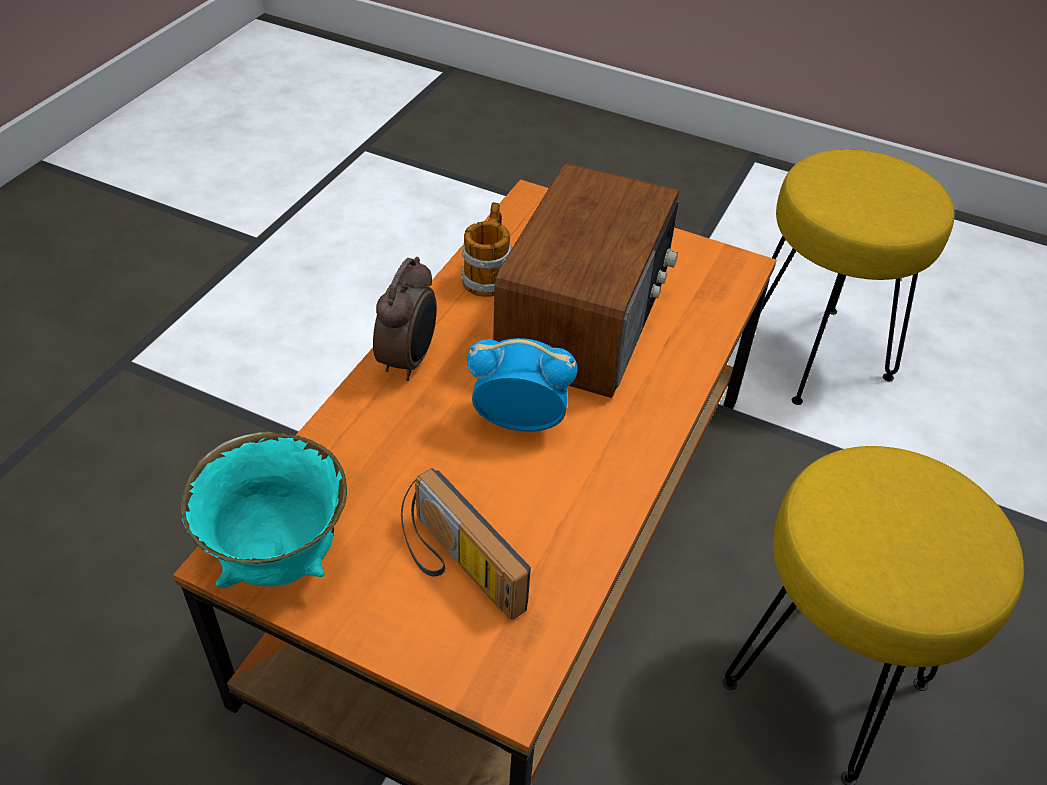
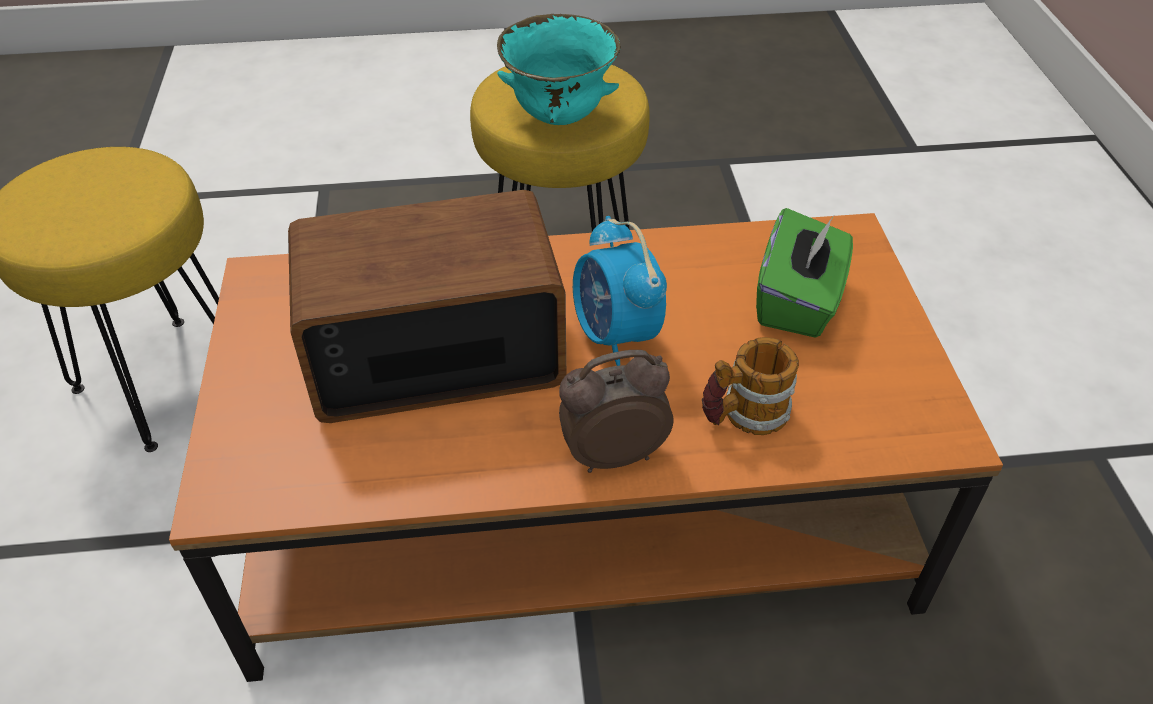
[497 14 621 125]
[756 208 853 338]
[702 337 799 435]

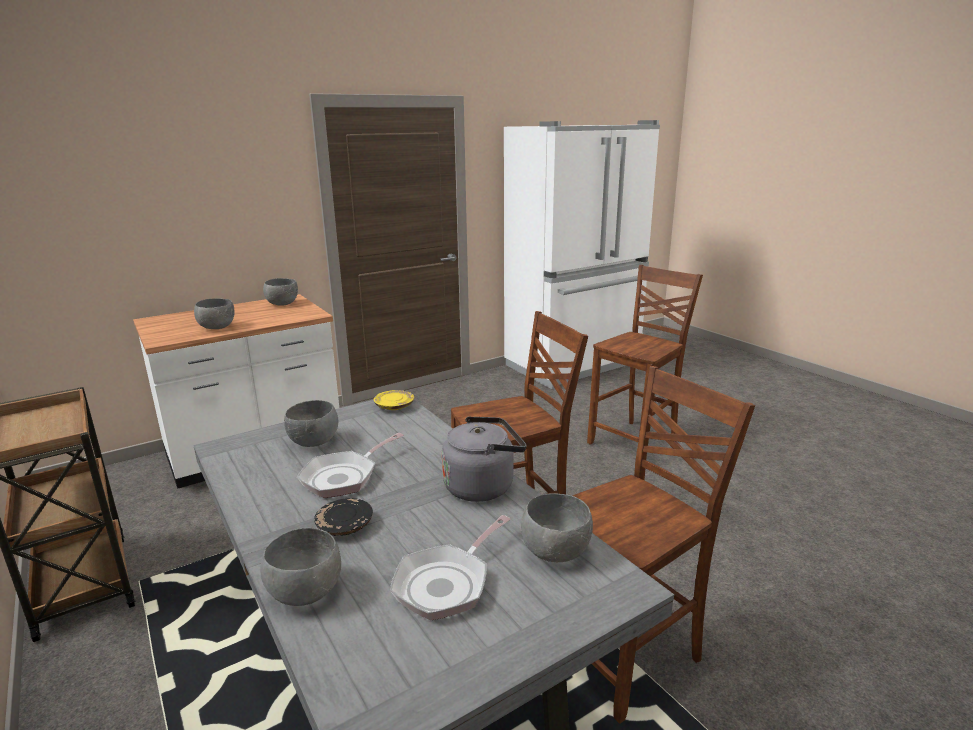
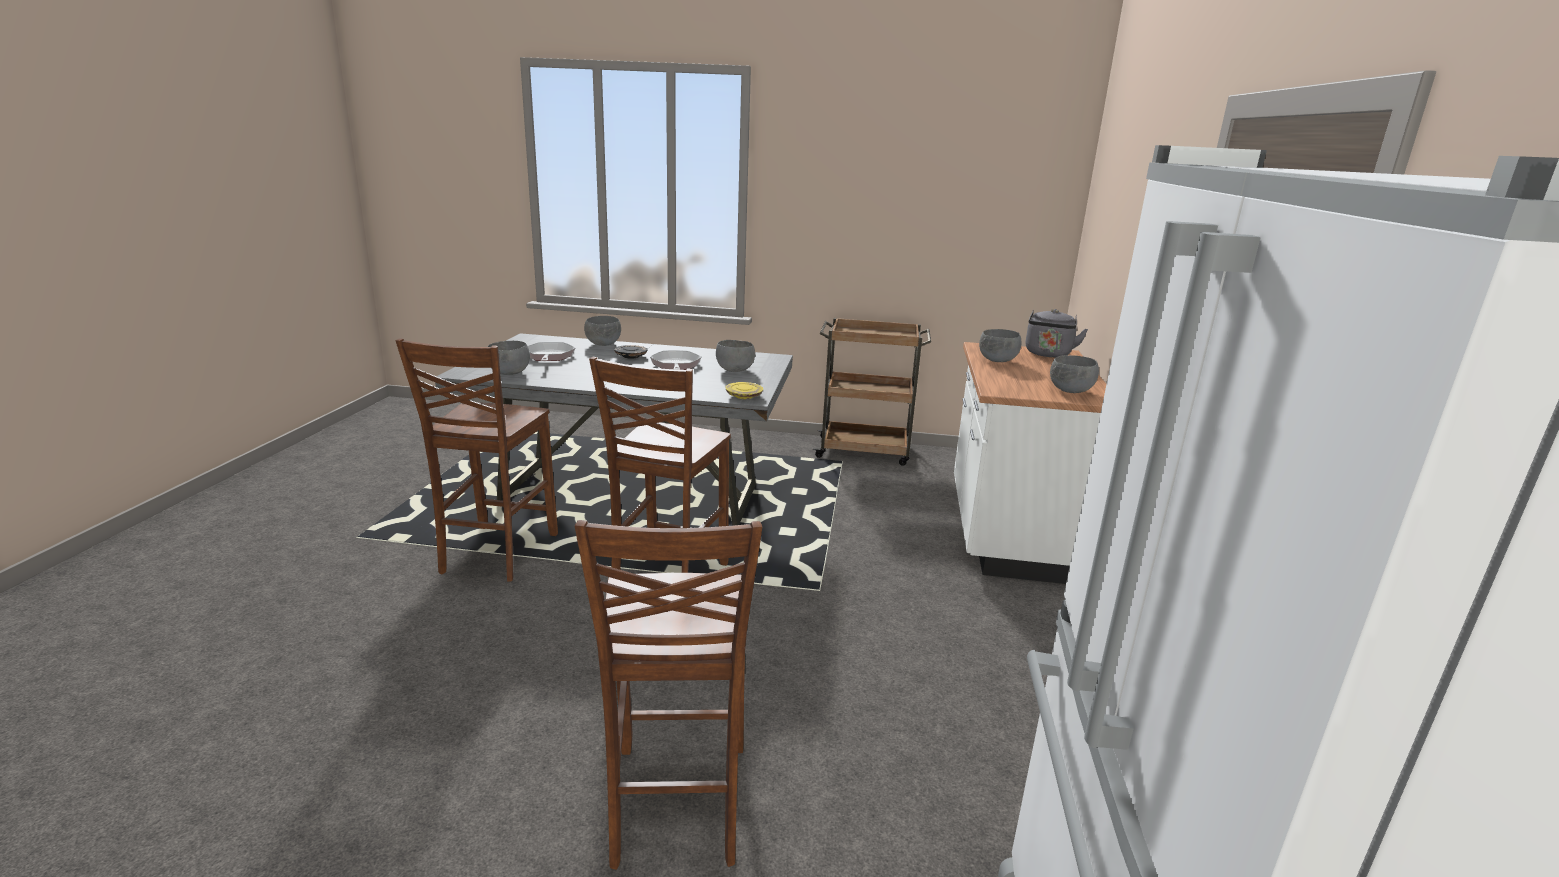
[1025 309 1088 357]

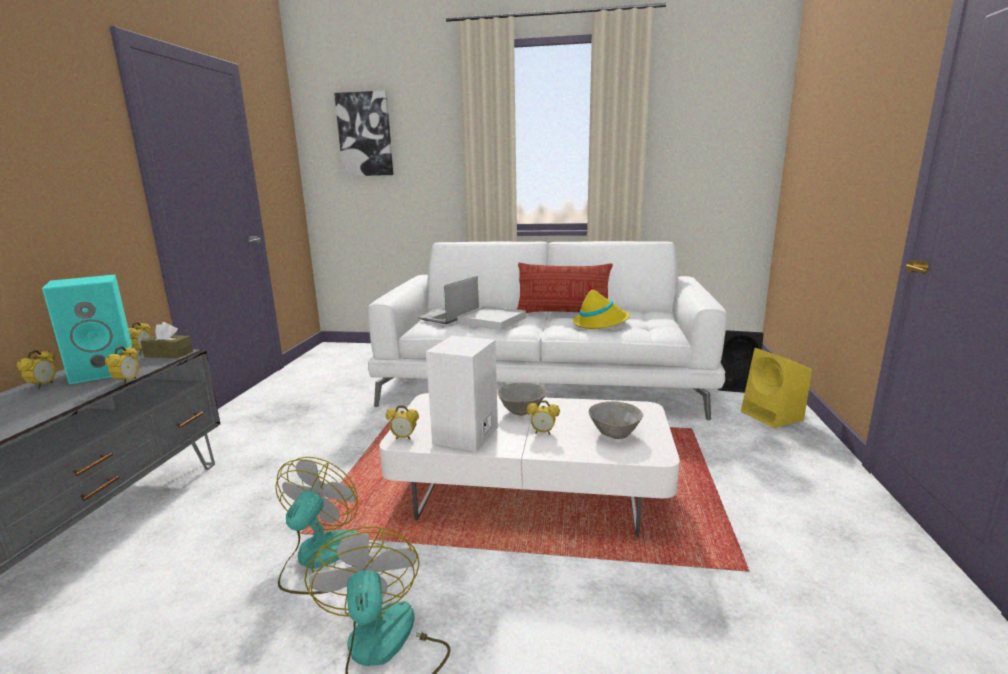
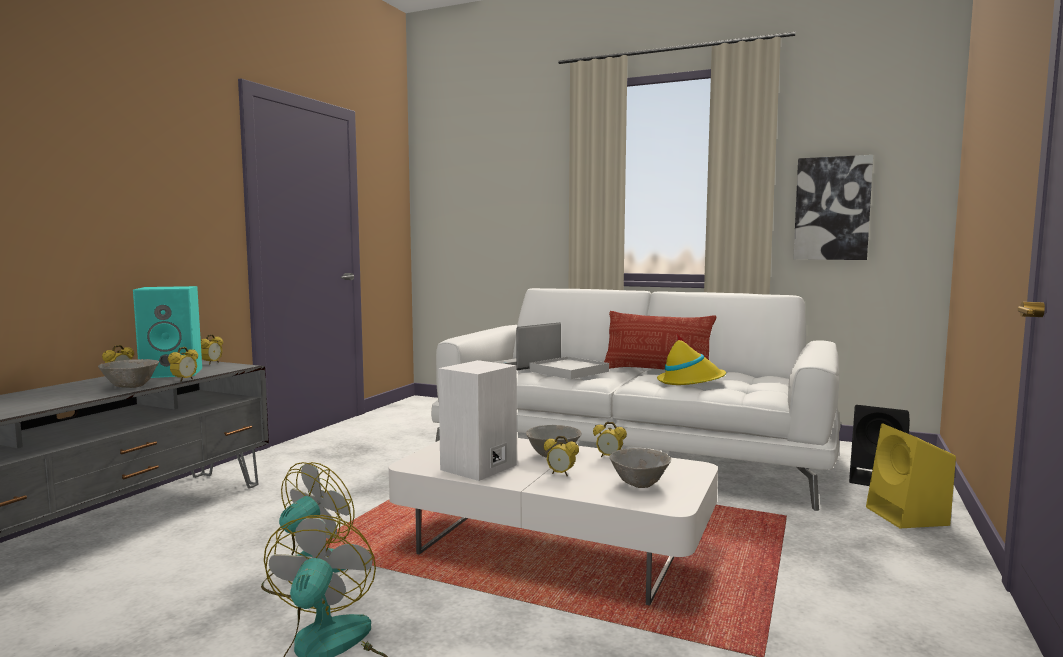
[141 322 193 358] (first image)
[793 155 873 260]
[593 422 627 457]
[98 359 159 388]

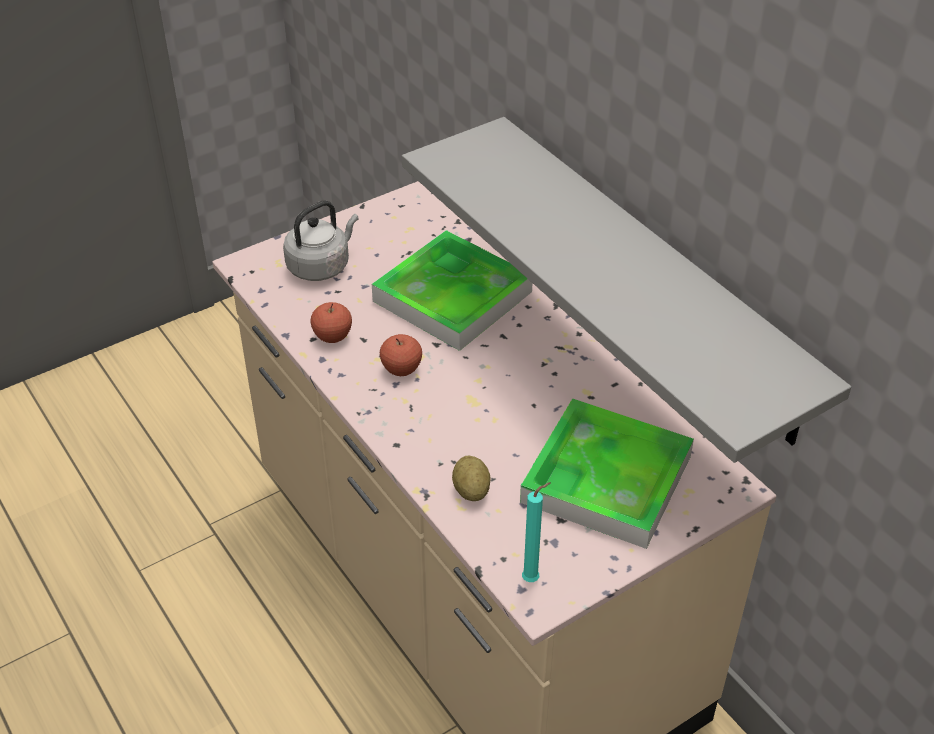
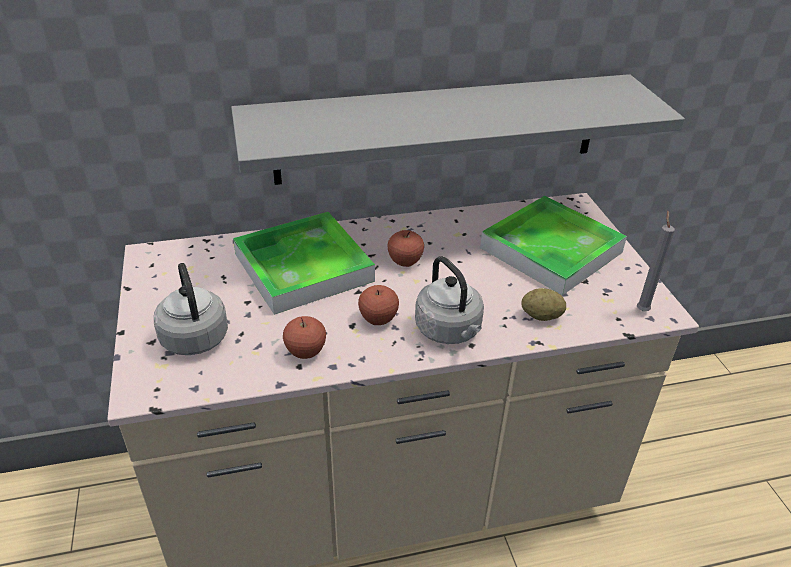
[637 211 675 311]
[387 230 424 267]
[415 256 484 344]

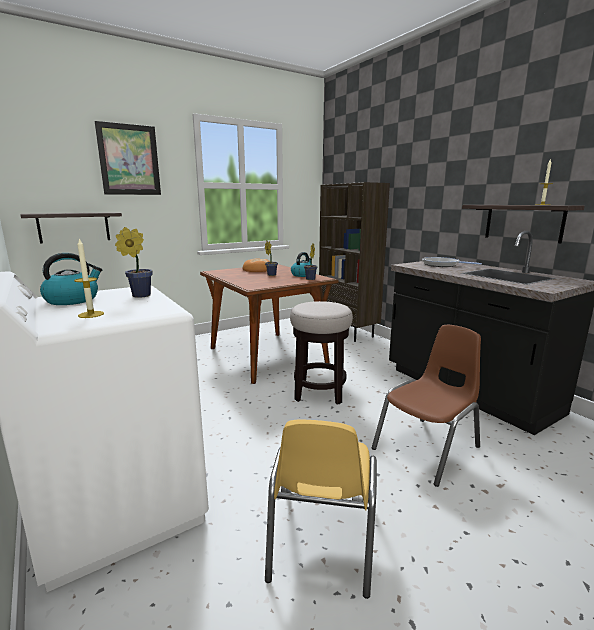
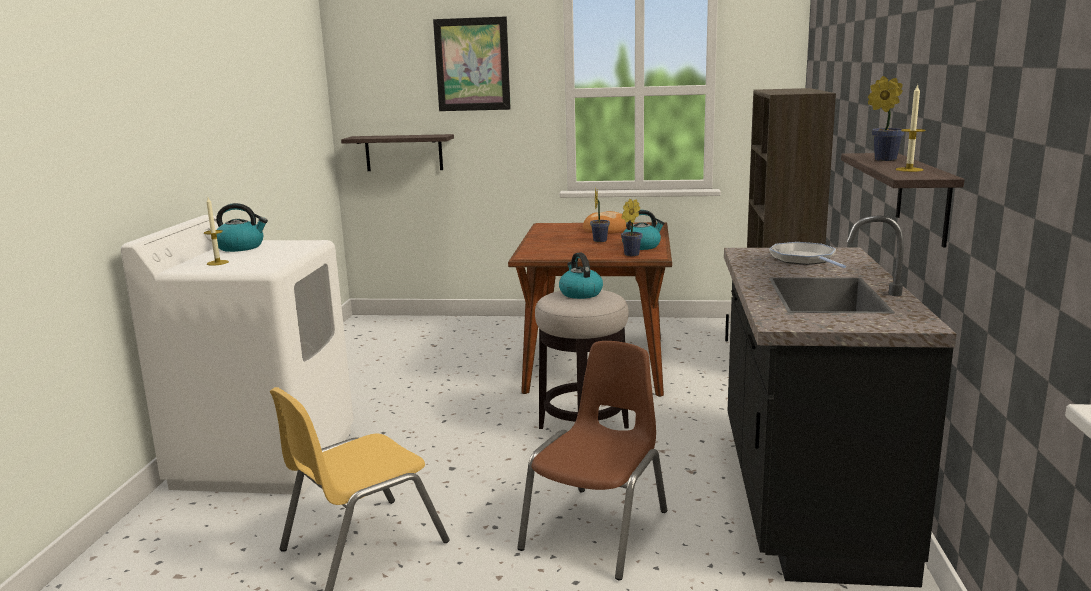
[868 76 904 161]
[517 341 667 580]
[559 252 603 299]

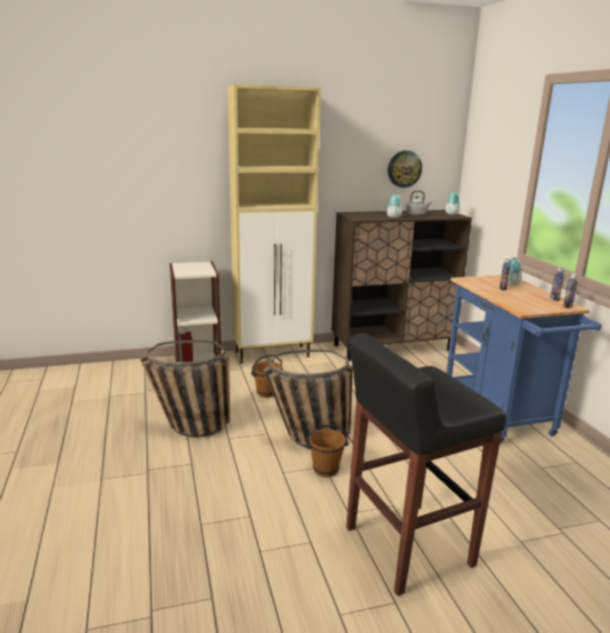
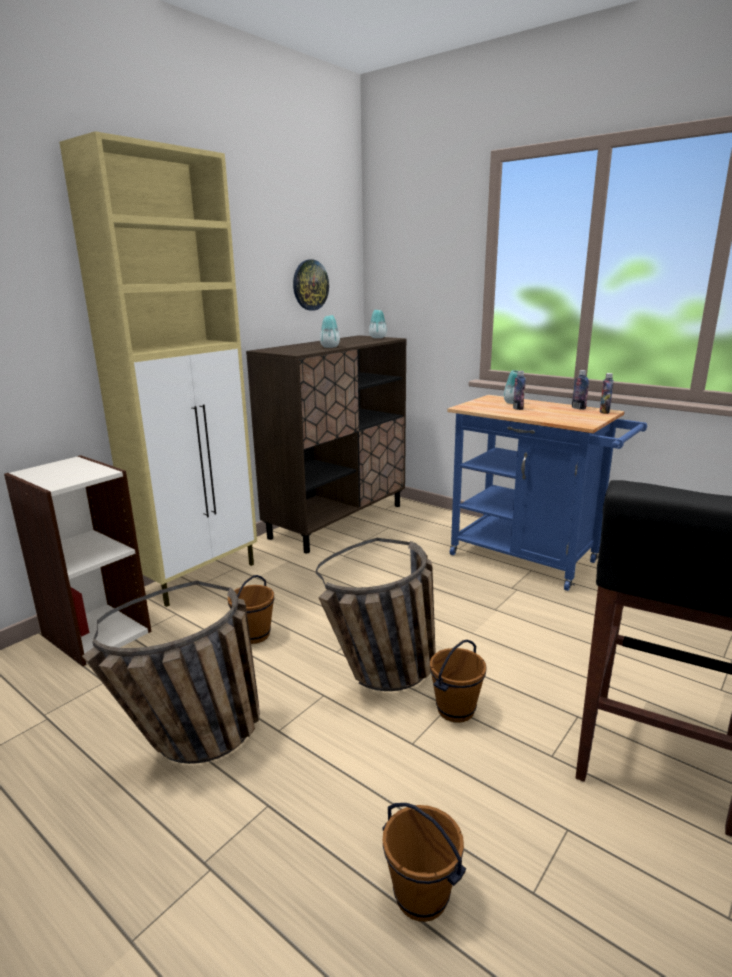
[406 190 432 216] (first image)
[382 803 466 922]

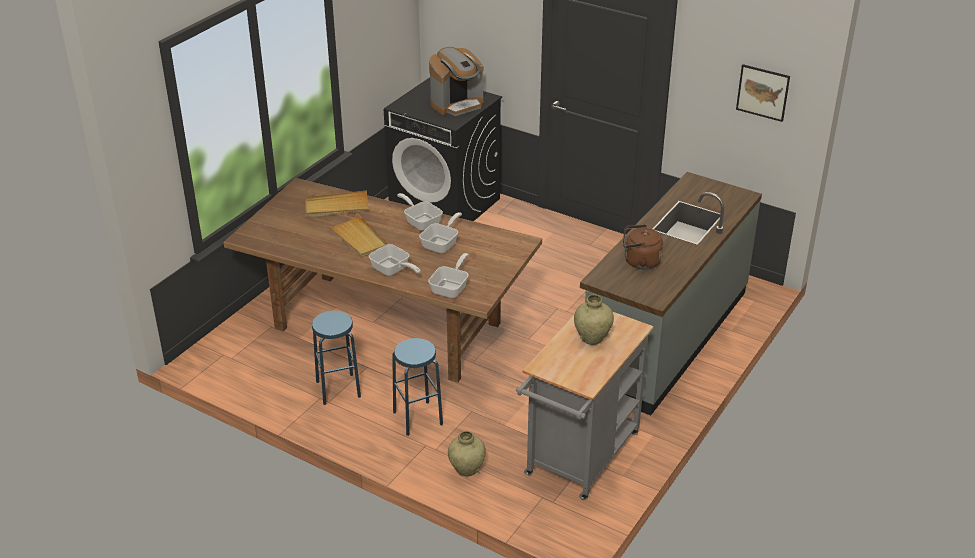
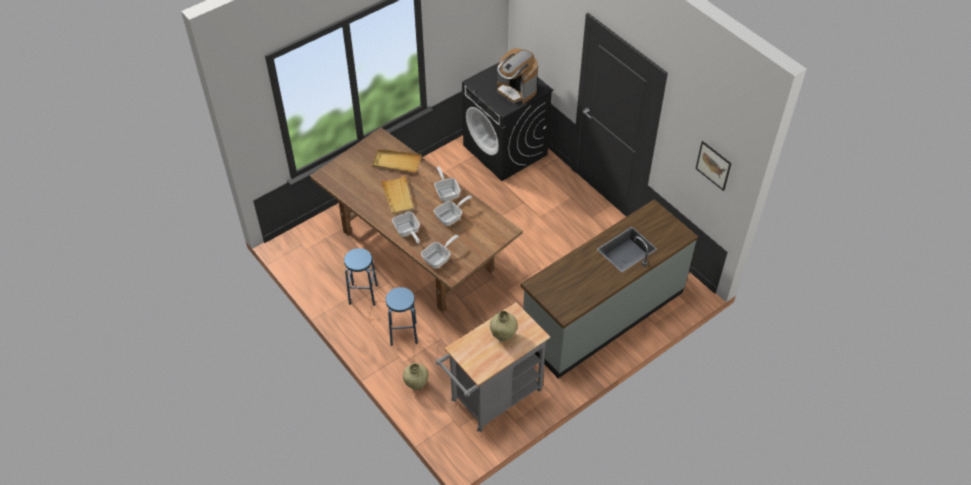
[497 48 538 104]
[623 224 663 269] (first image)

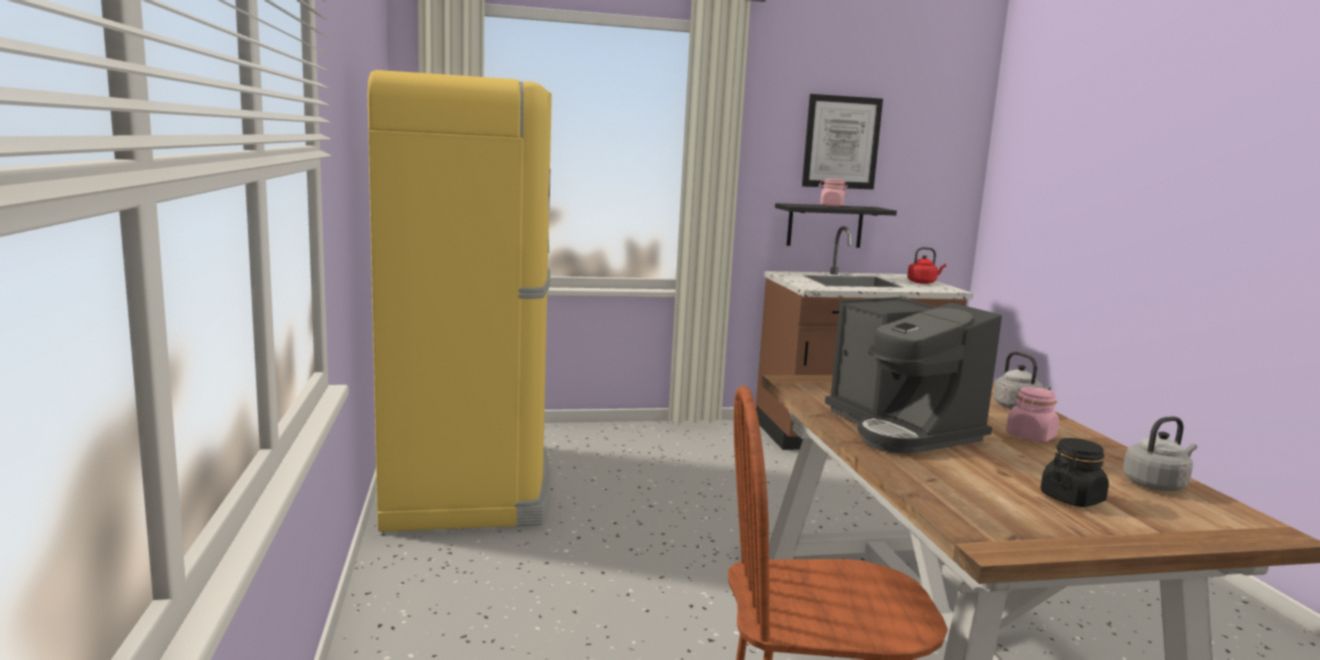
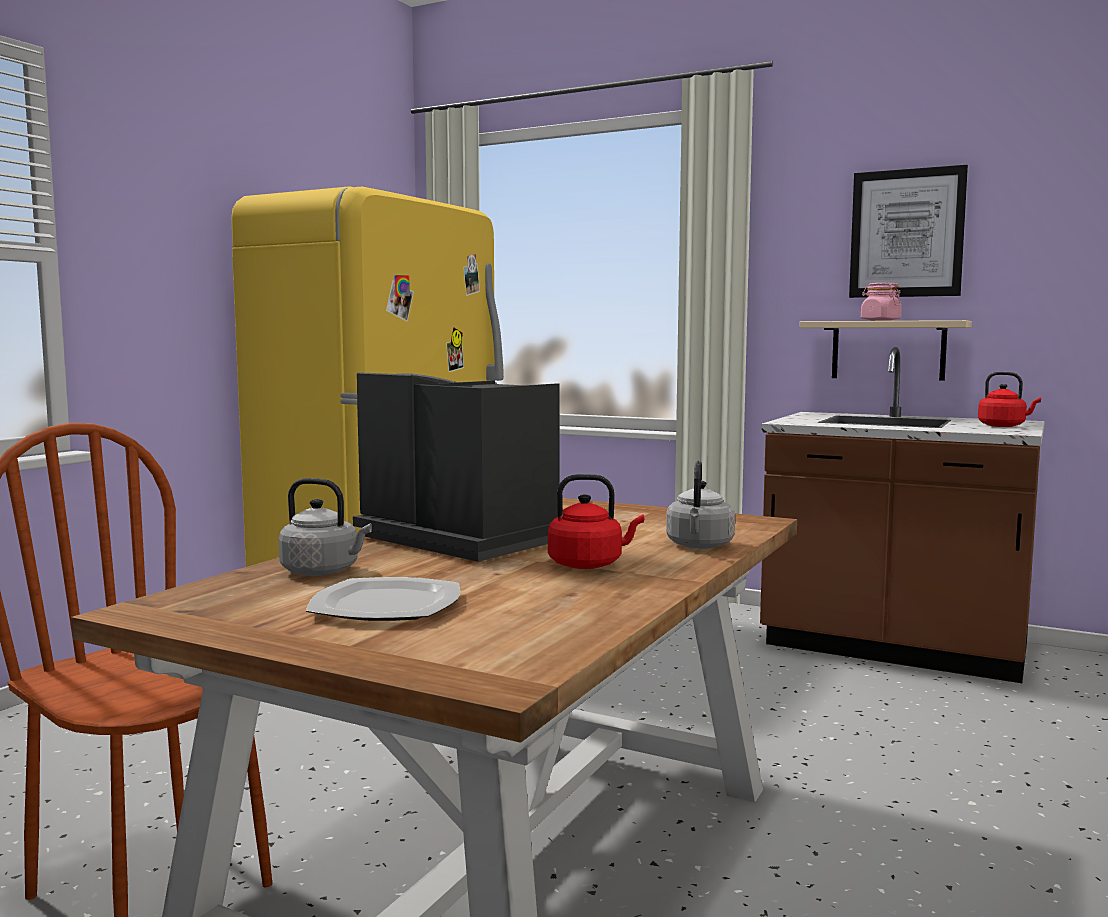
[799 320 972 381]
[353 372 560 562]
[548 474 644 569]
[306 577 460 621]
[279 478 372 576]

